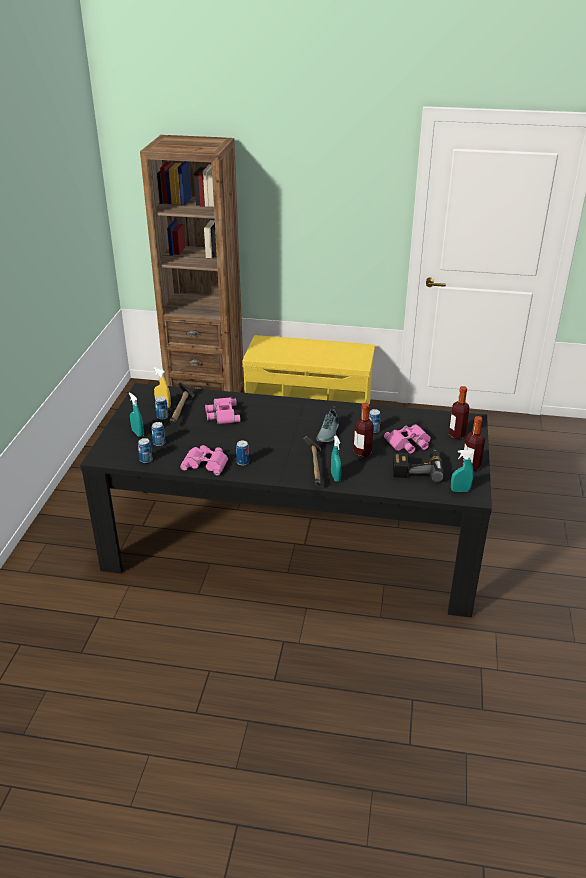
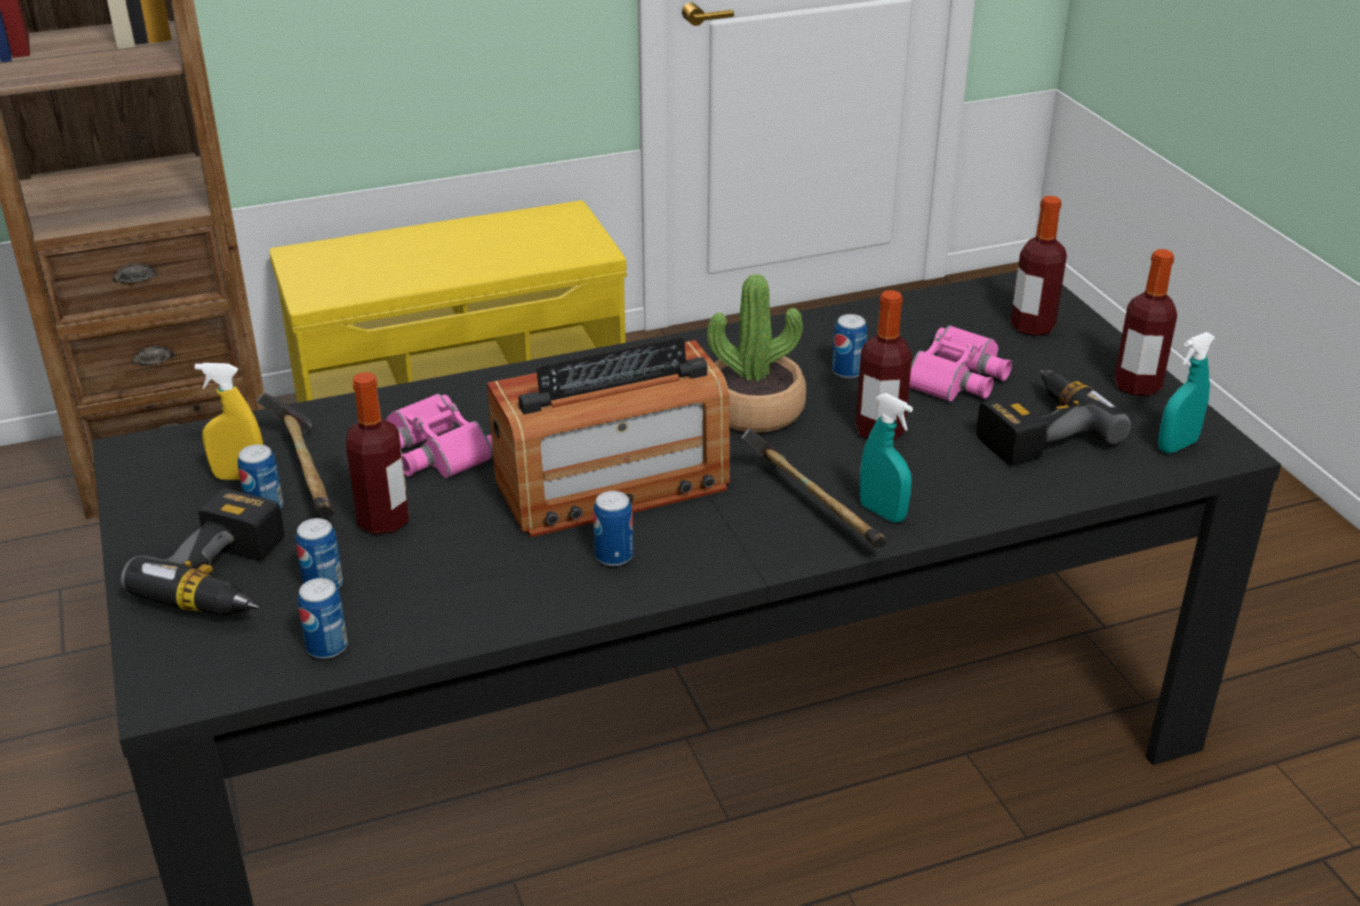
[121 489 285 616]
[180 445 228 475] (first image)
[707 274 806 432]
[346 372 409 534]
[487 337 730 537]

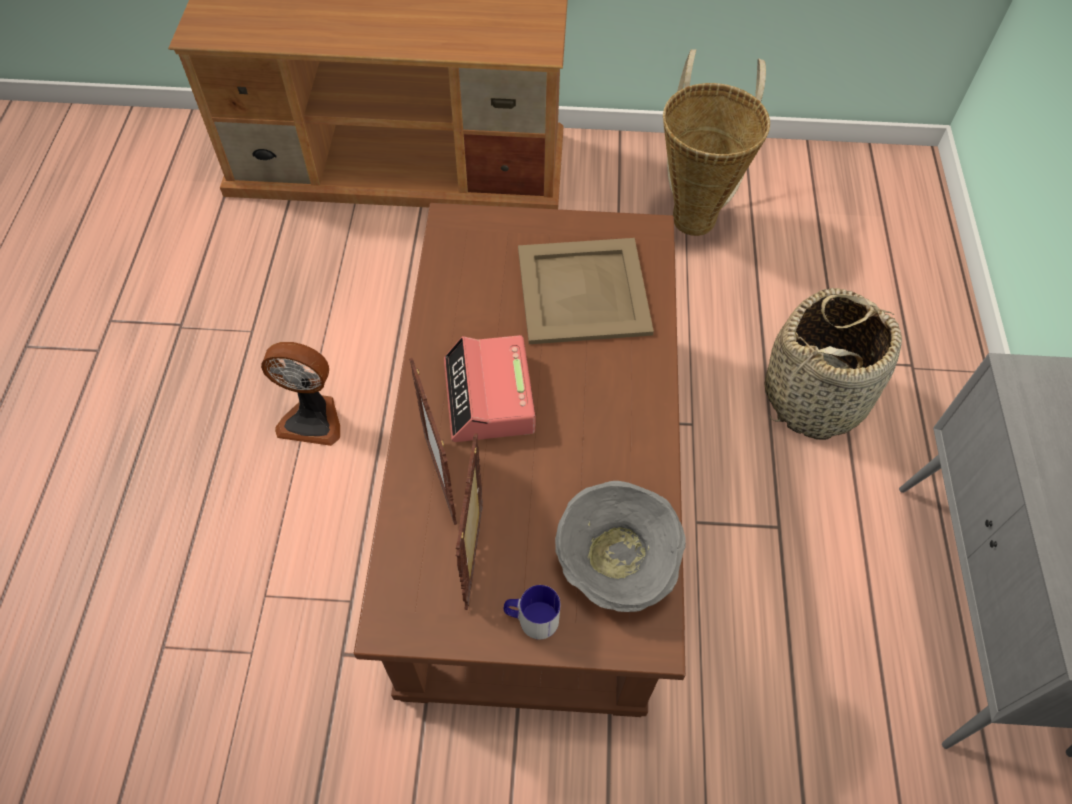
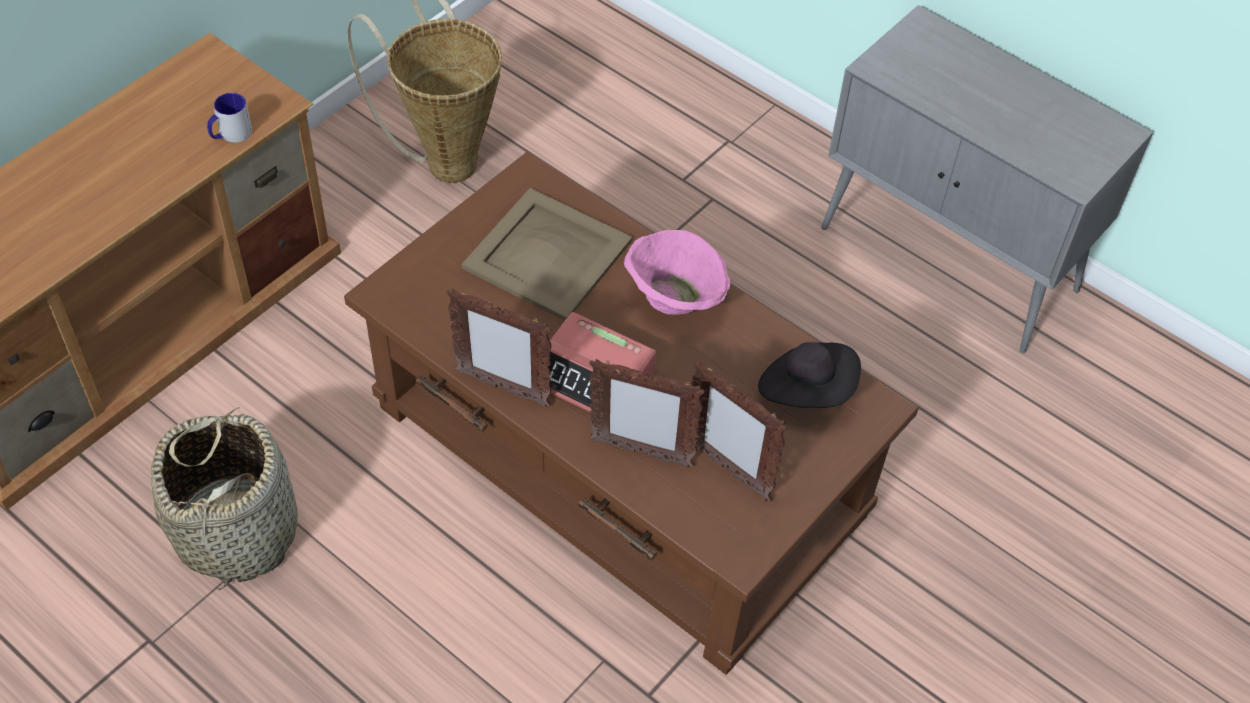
[261 342 340 446] (first image)
[207 93 252 143]
[758 342 861 408]
[151 407 298 590]
[446 288 551 407]
[624 230 730 315]

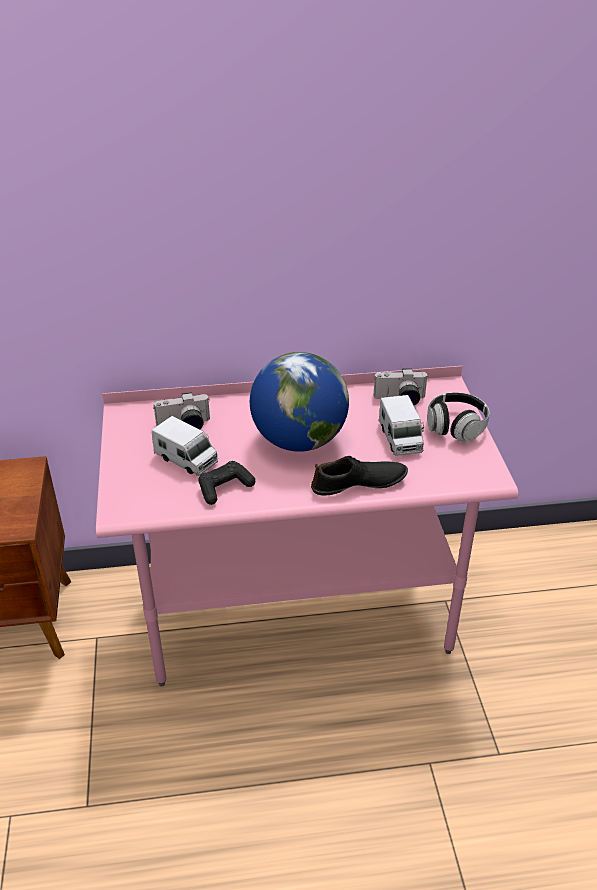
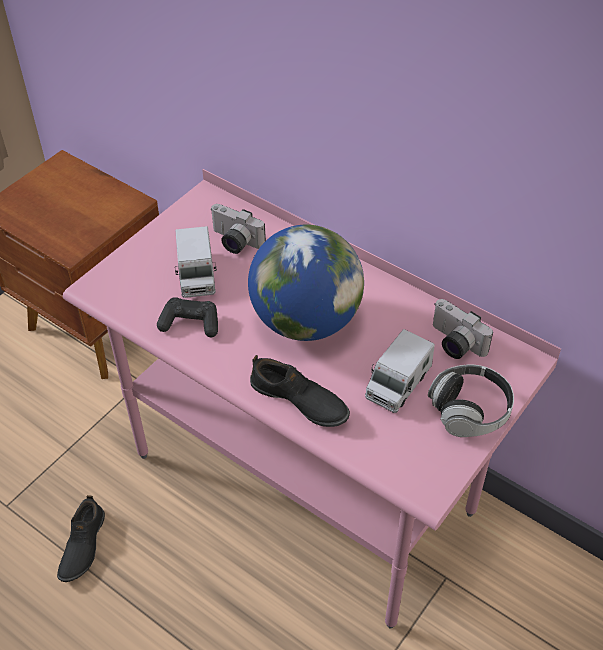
[57 495 105 582]

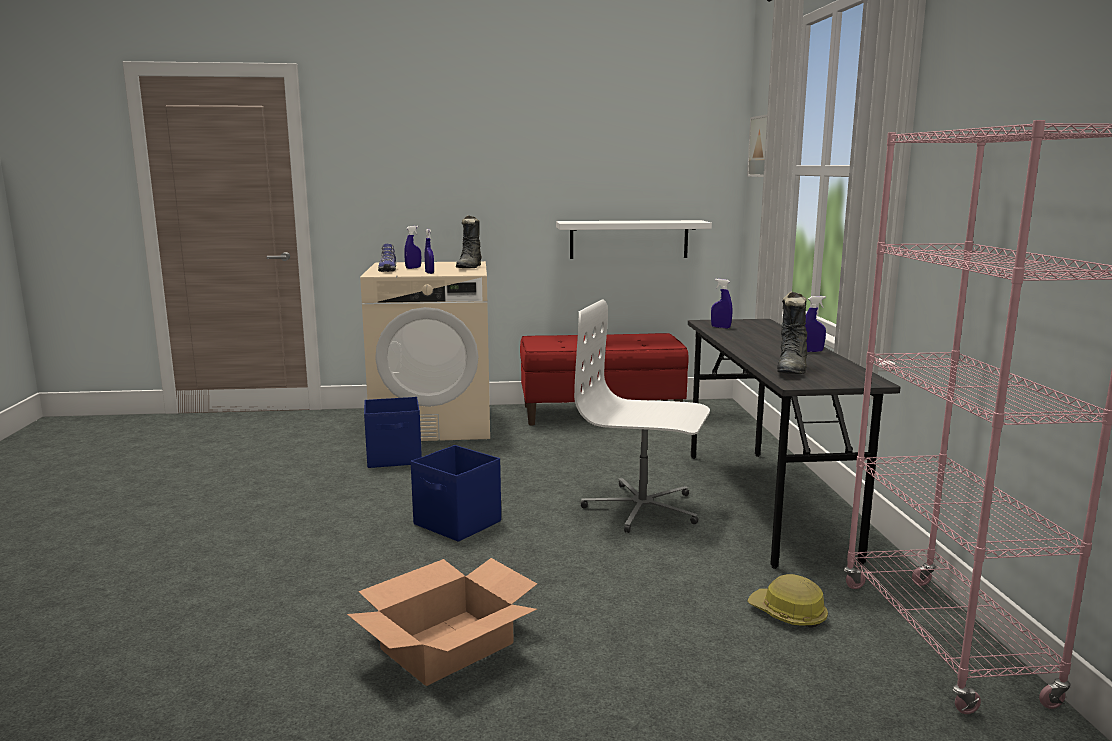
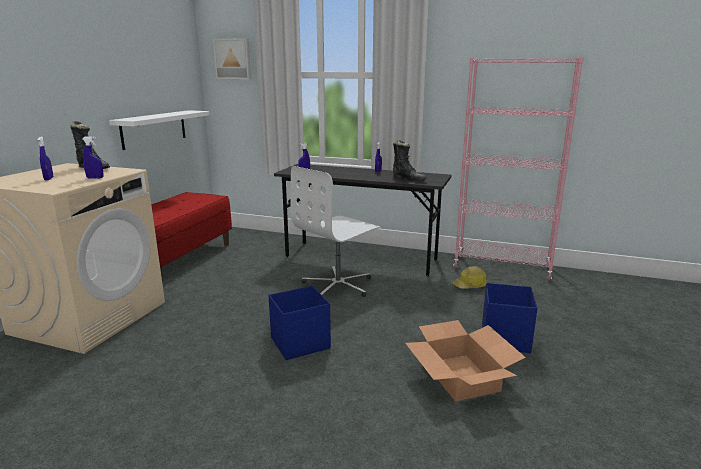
[482 283 538 353]
[378 244 396 272] (first image)

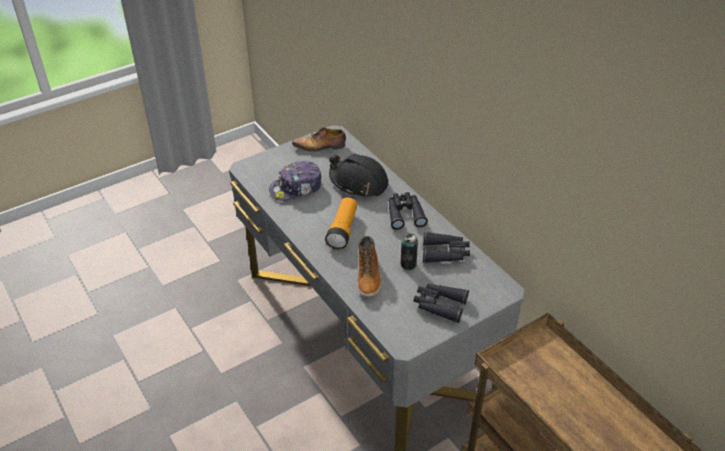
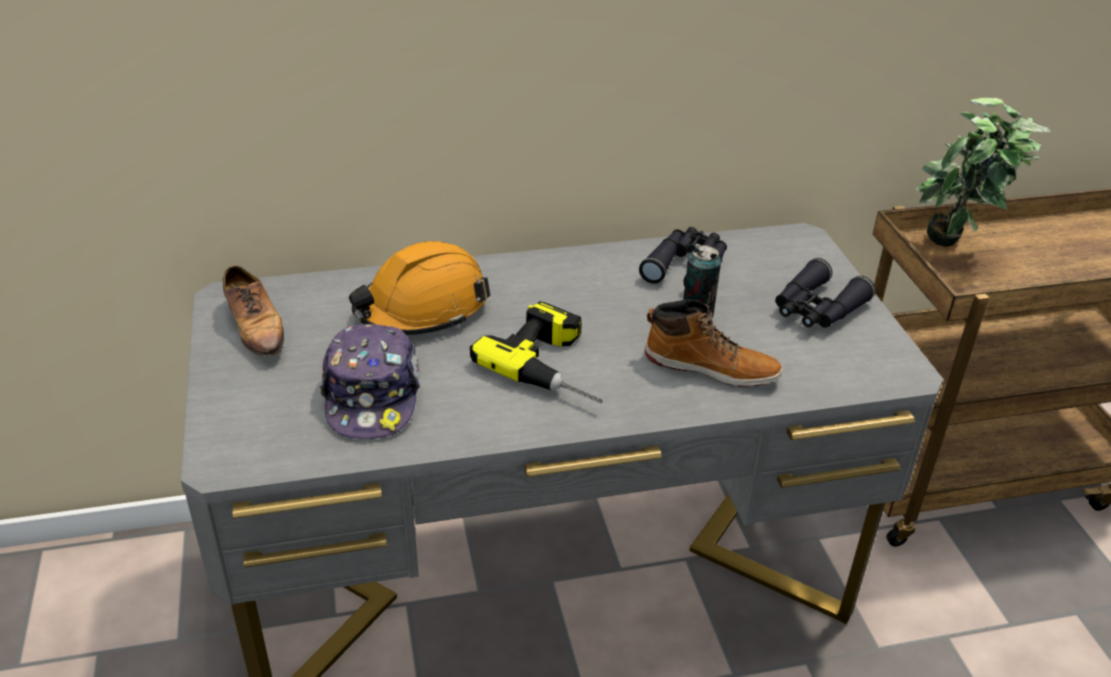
[223 265 284 357]
[470 301 603 403]
[349 241 491 335]
[388 192 428 230] (first image)
[915 98 1051 247]

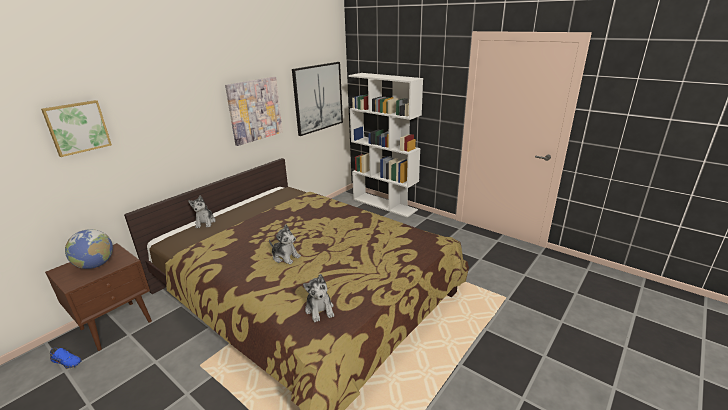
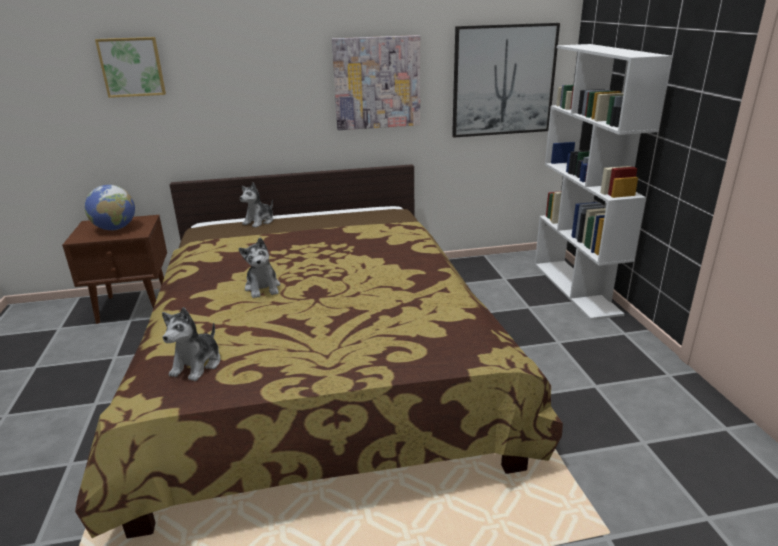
[50 348 81 369] (first image)

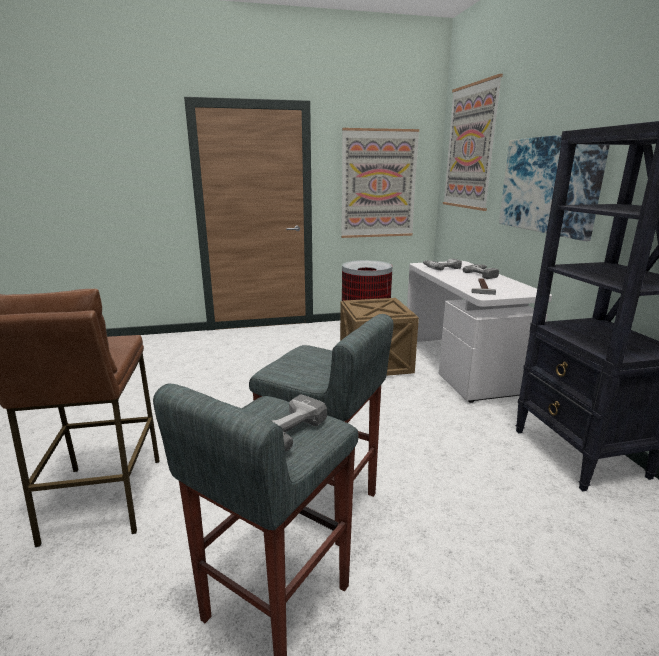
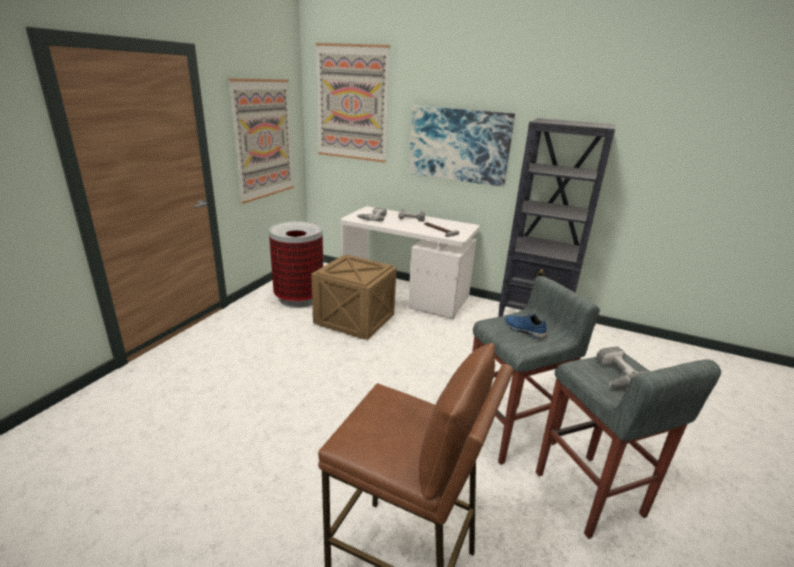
[505 314 547 338]

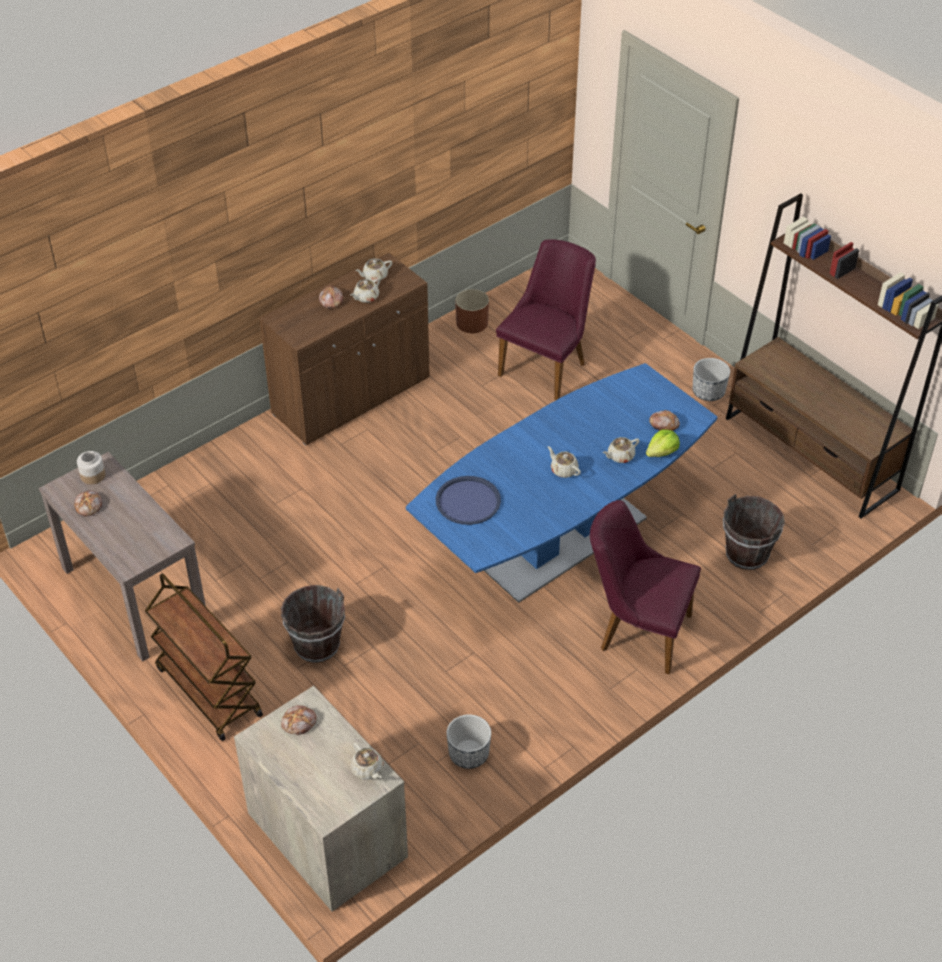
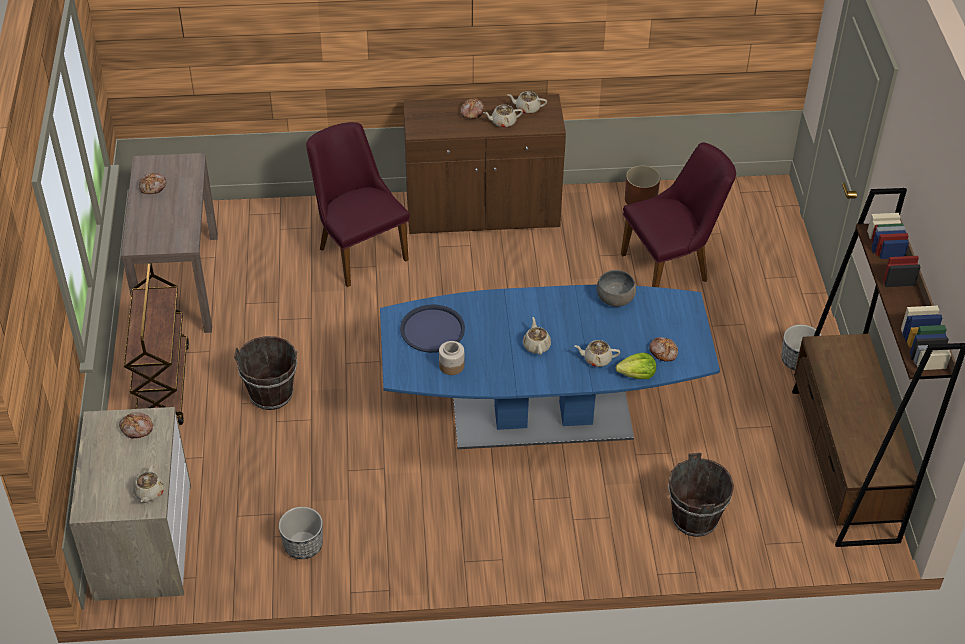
[439 341 464 375]
[306 122 410 287]
[597 270 636 307]

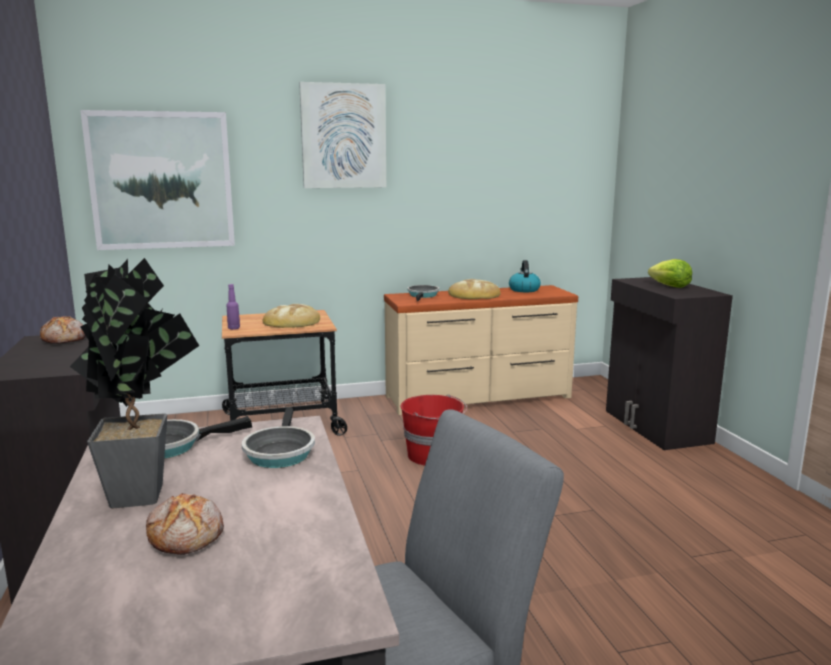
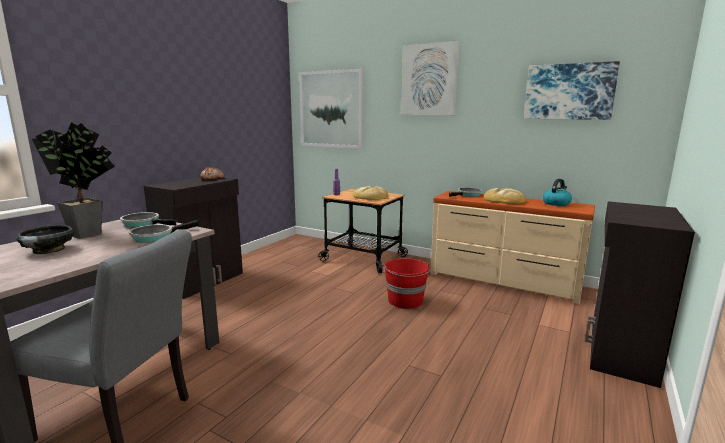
[16 225 74 254]
[648 259 692 288] (first image)
[524 61 620 120]

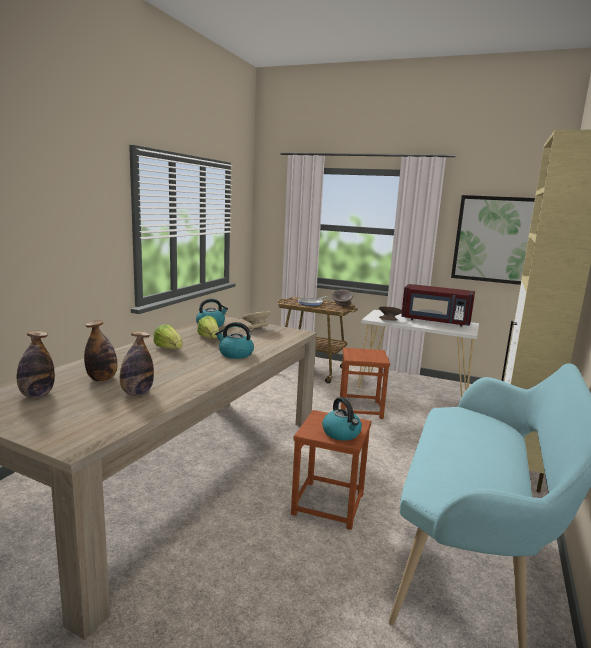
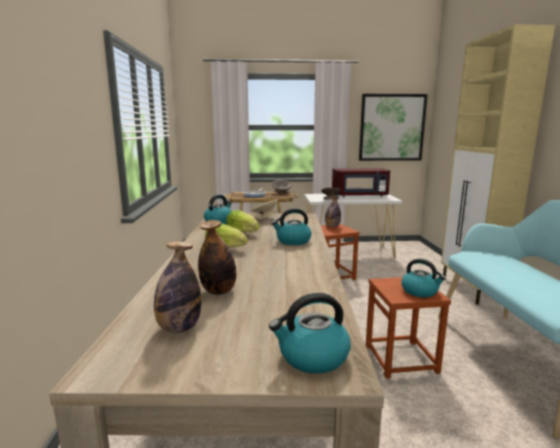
[325 196 341 227]
[269 293 351 374]

